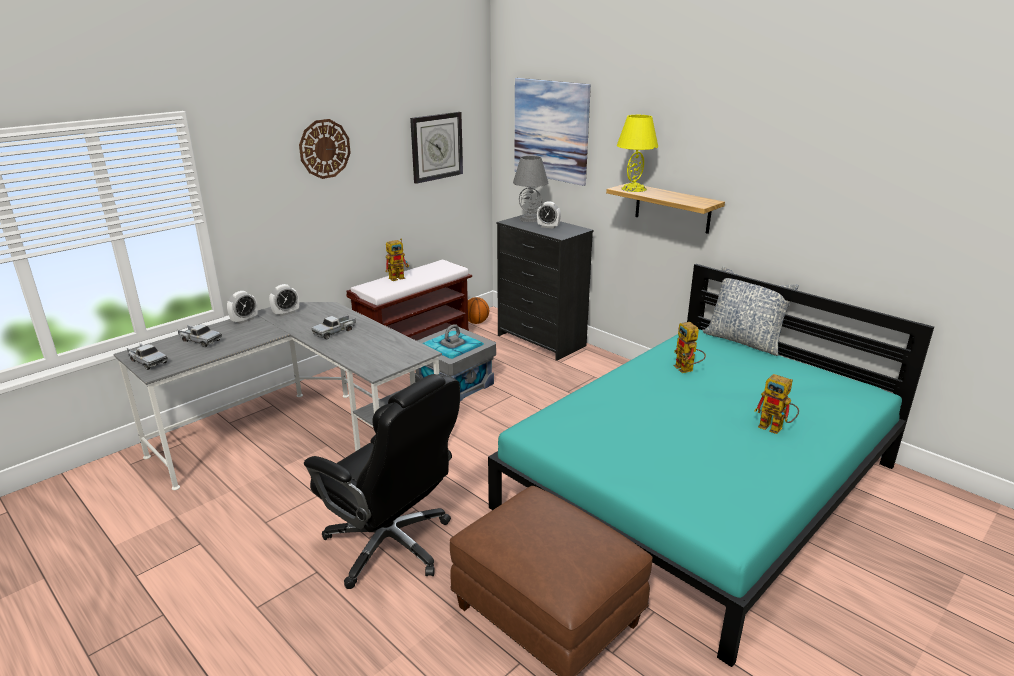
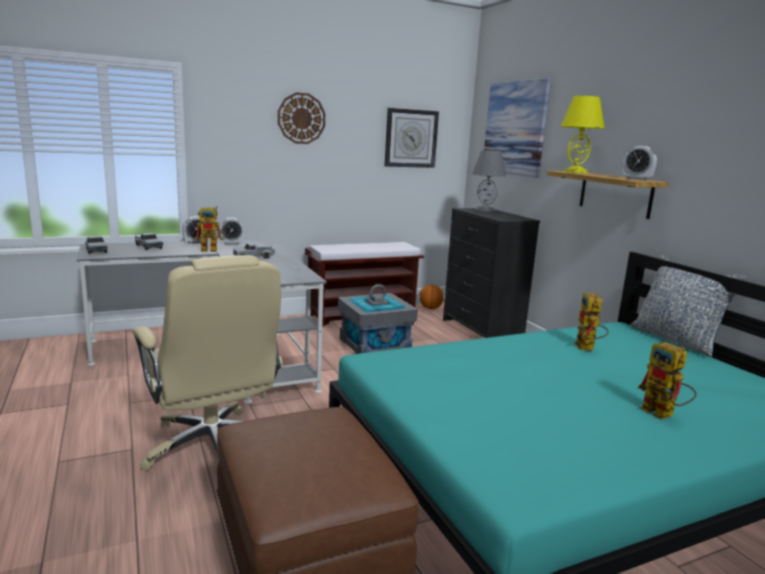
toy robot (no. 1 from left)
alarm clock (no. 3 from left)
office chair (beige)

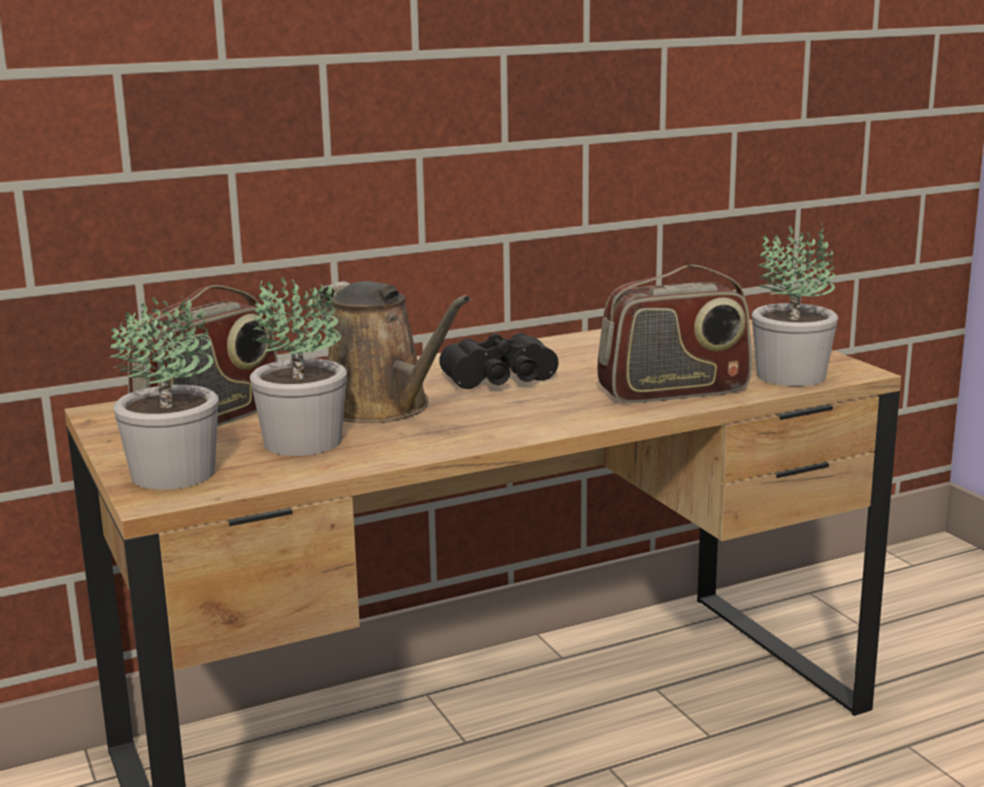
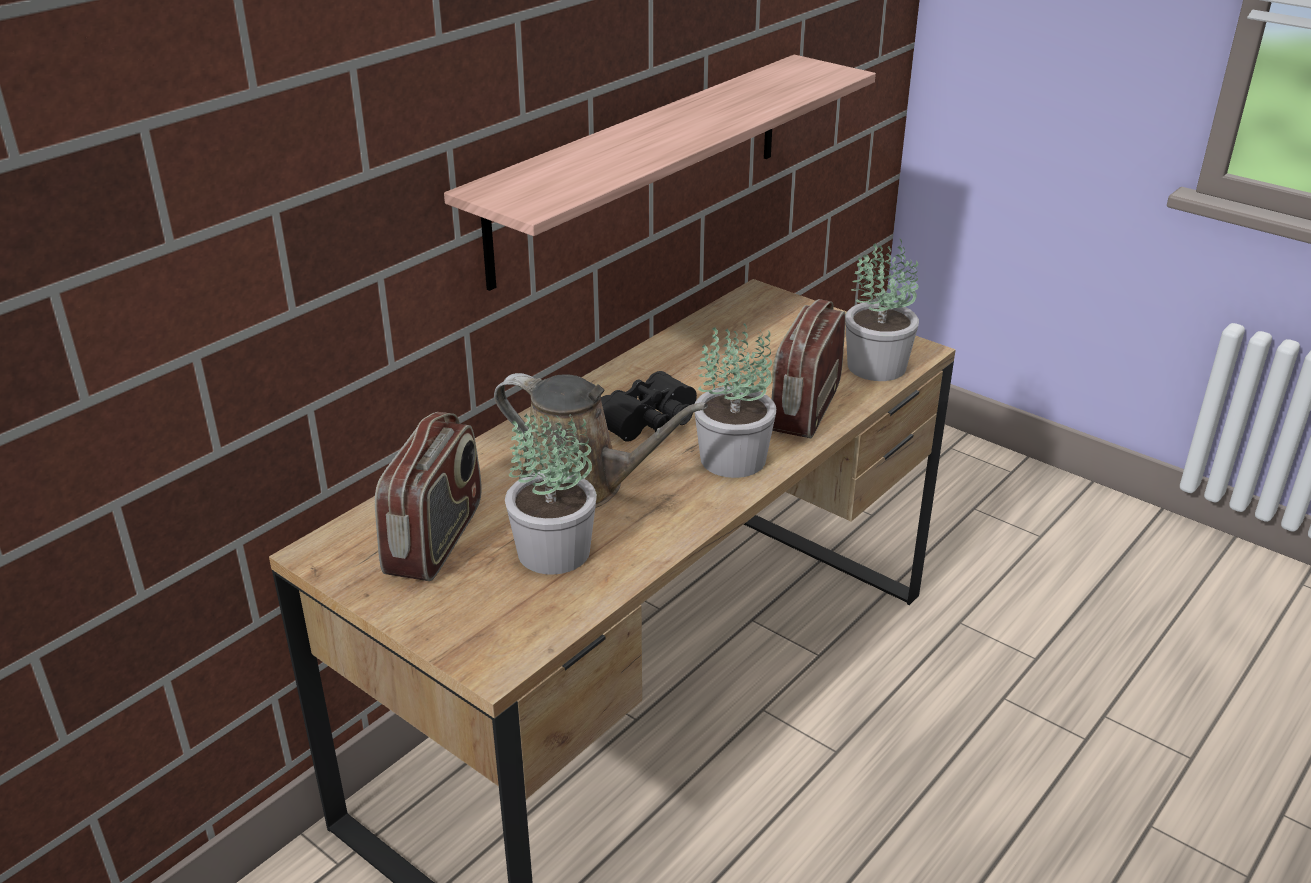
shelf
potted plant (no. 2 from left)
radio (no. 2 from left)

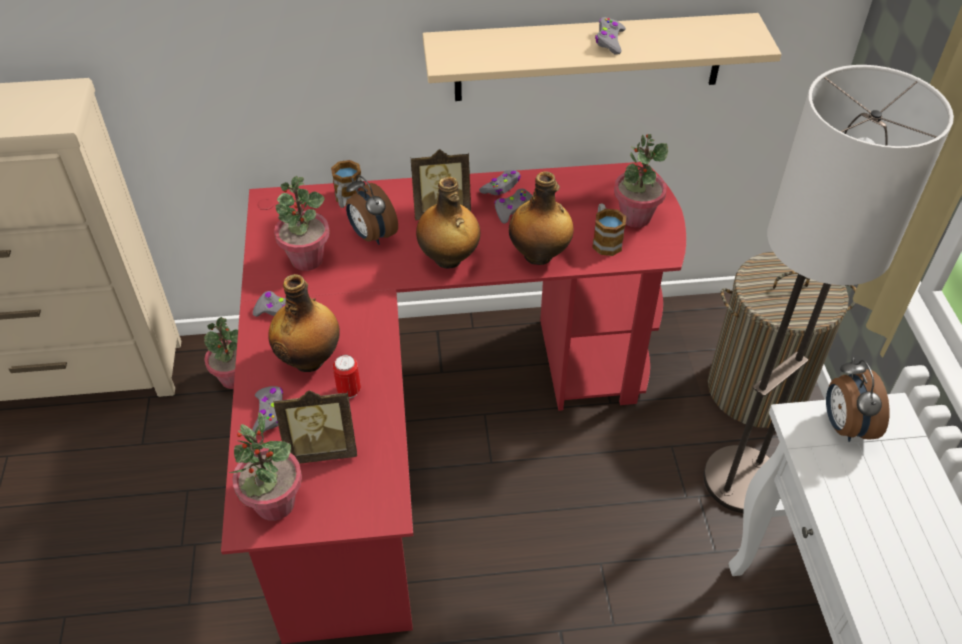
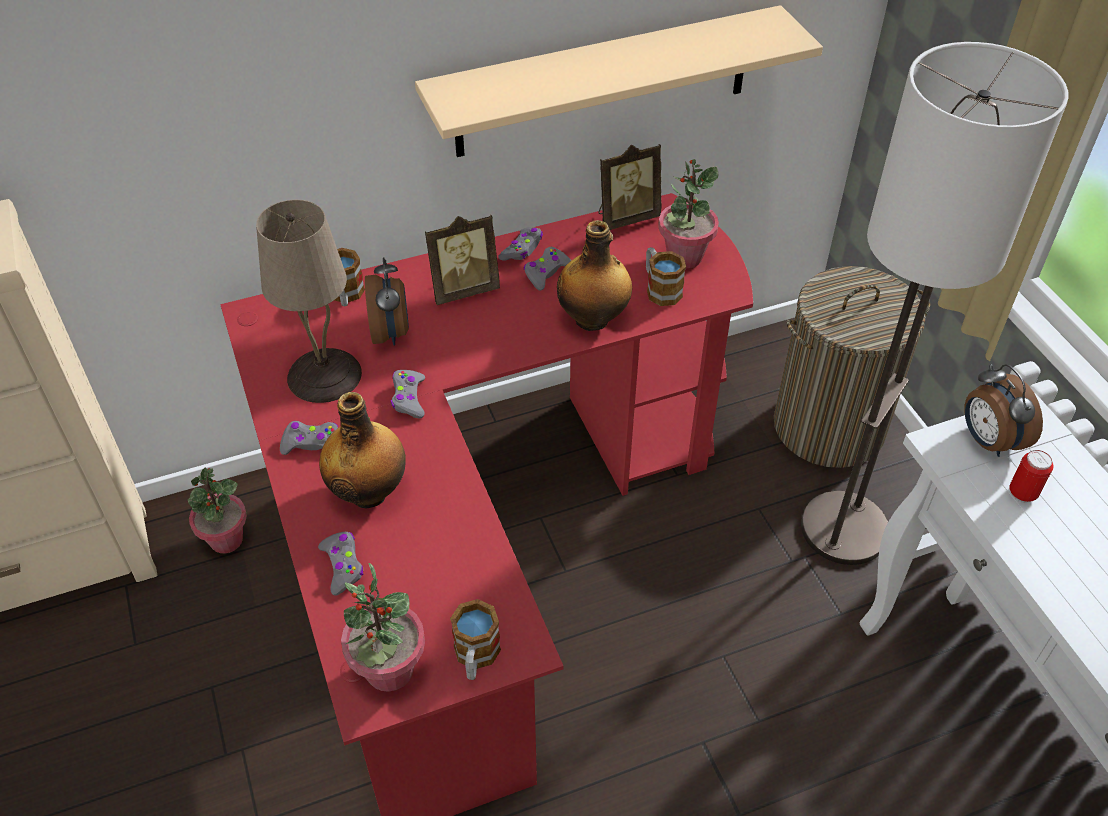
bottle (no. 2 from left in the first image)
mug (no. 2 from left)
picture frame (no. 2 from left)
can
game controller (grey) (no. 3 from left)
table lamp (beige)
alarm clock (no. 1 from left)

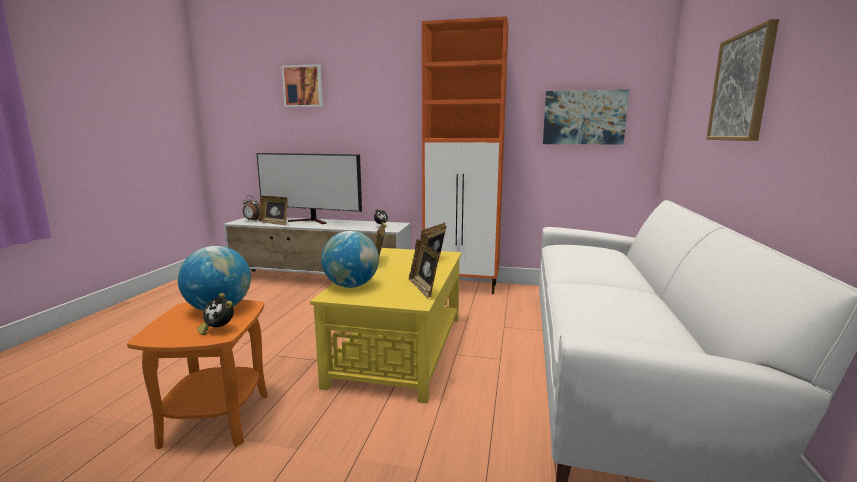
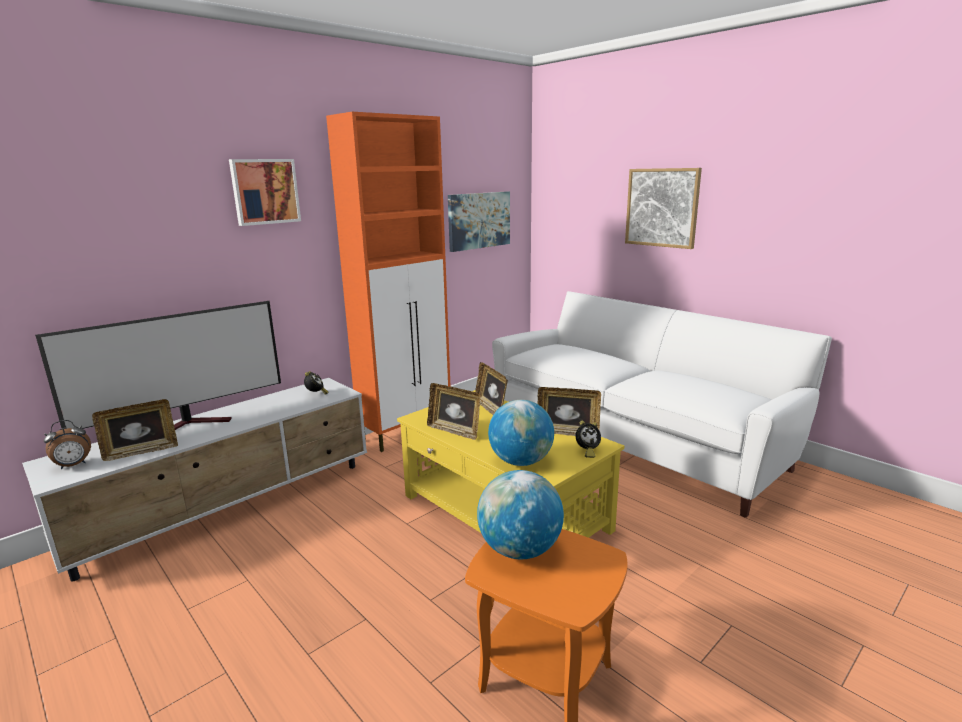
alarm clock (no. 3 from left)
picture (no. 1 from left)

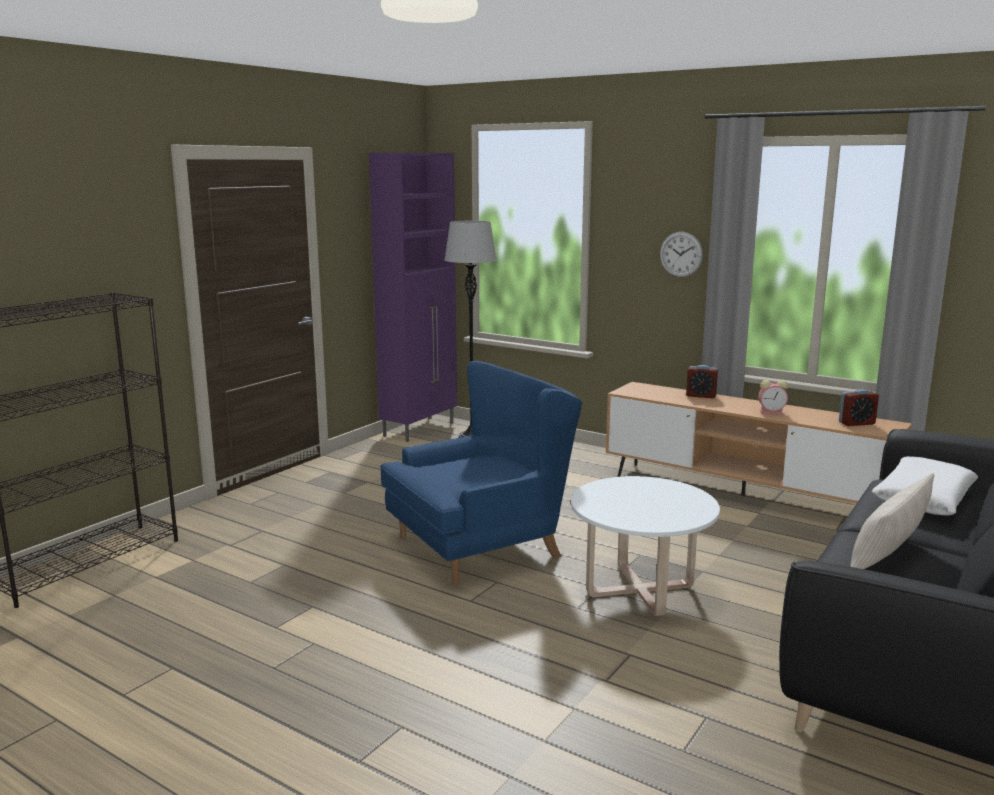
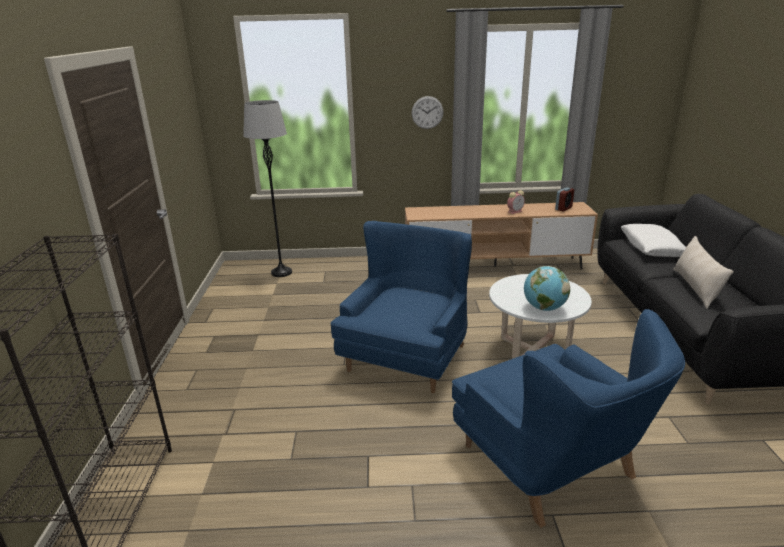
cabinet (purple)
alarm clock (no. 1 from left in the first image)
armchair (blue) (no. 2 from left)
globe

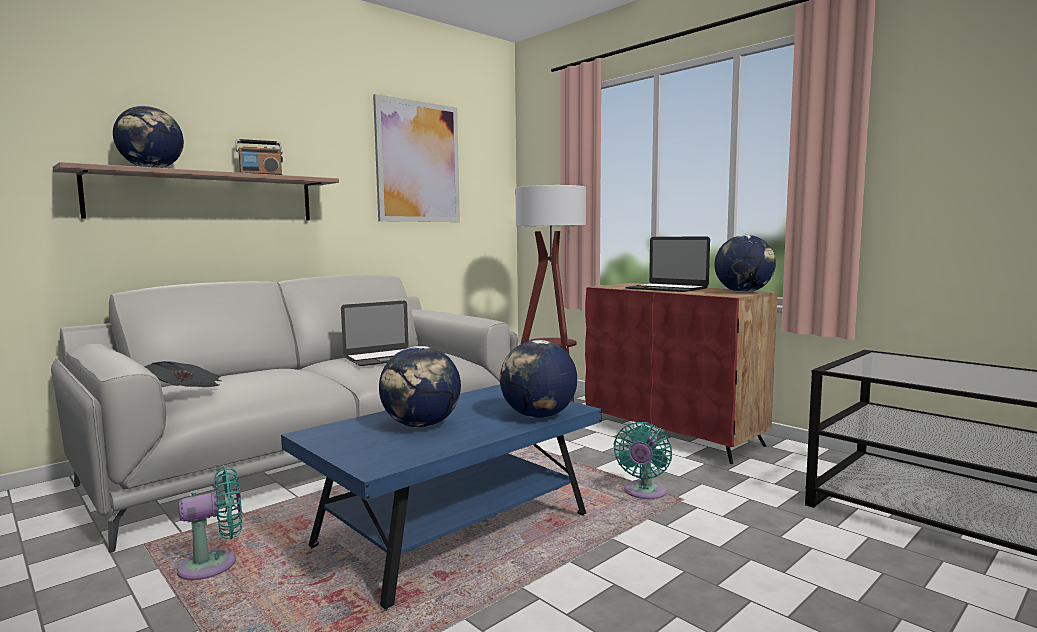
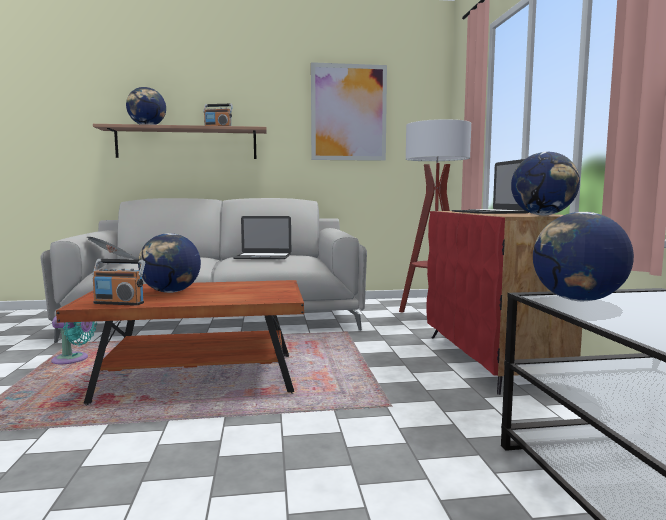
fan (turquoise) (no. 2 from left in the first image)
radio (no. 1 from left)
globe (no. 4 from left)
coffee table (brown)

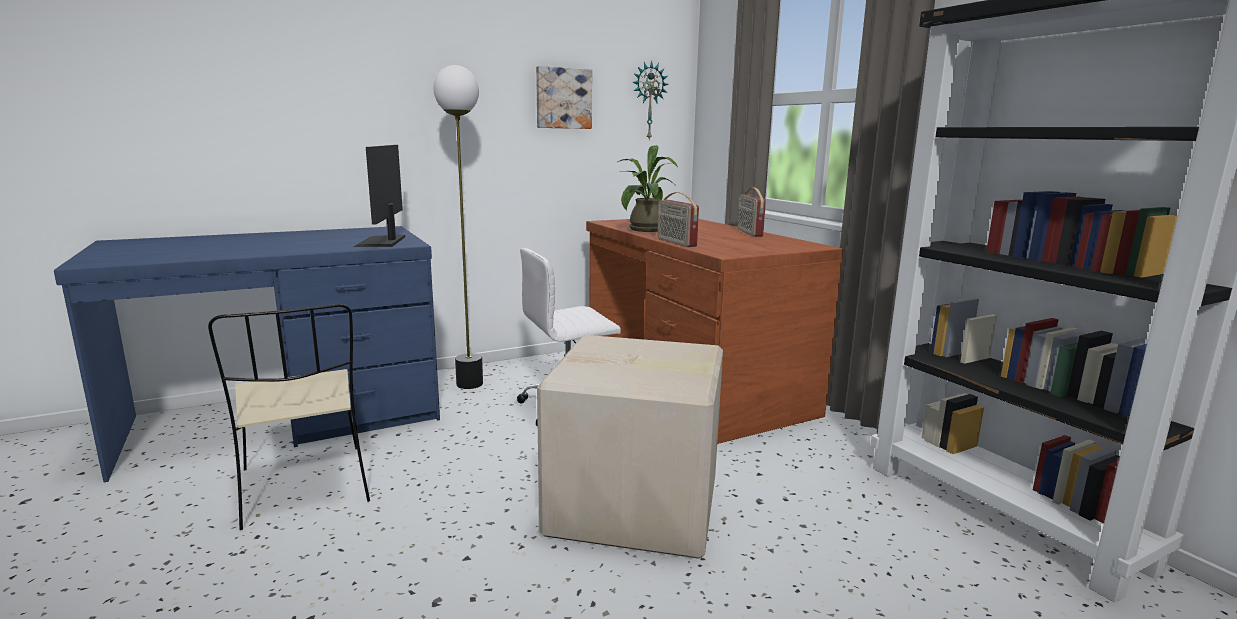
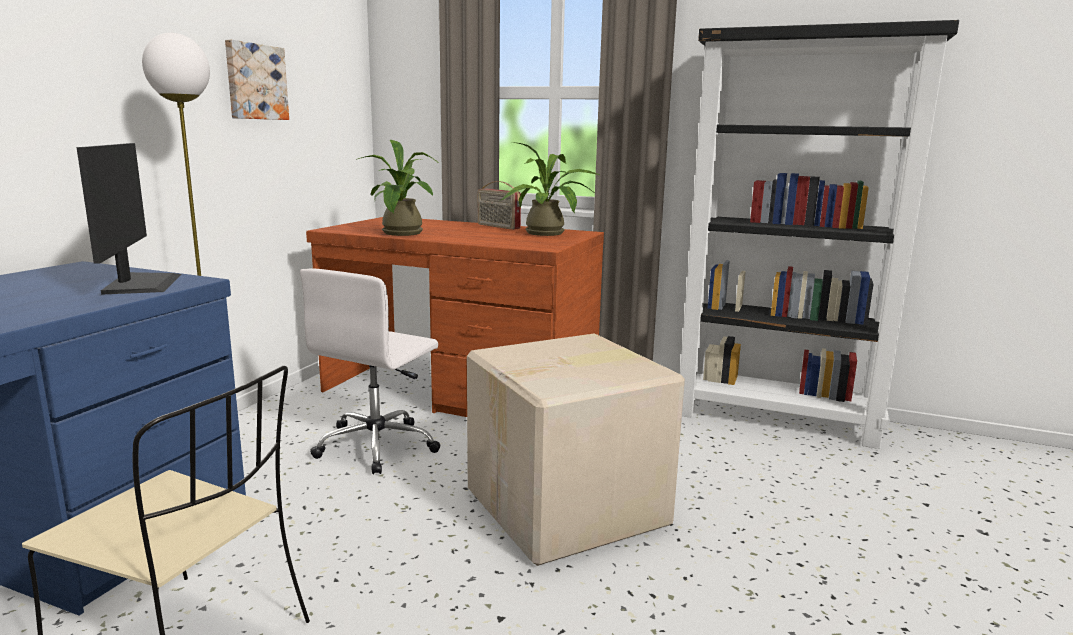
wall clock
radio (no. 1 from left in the first image)
potted plant (no. 2 from left)
monitor

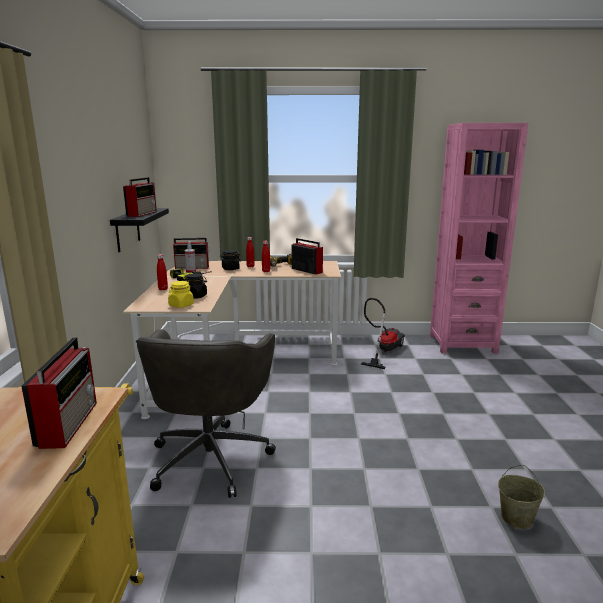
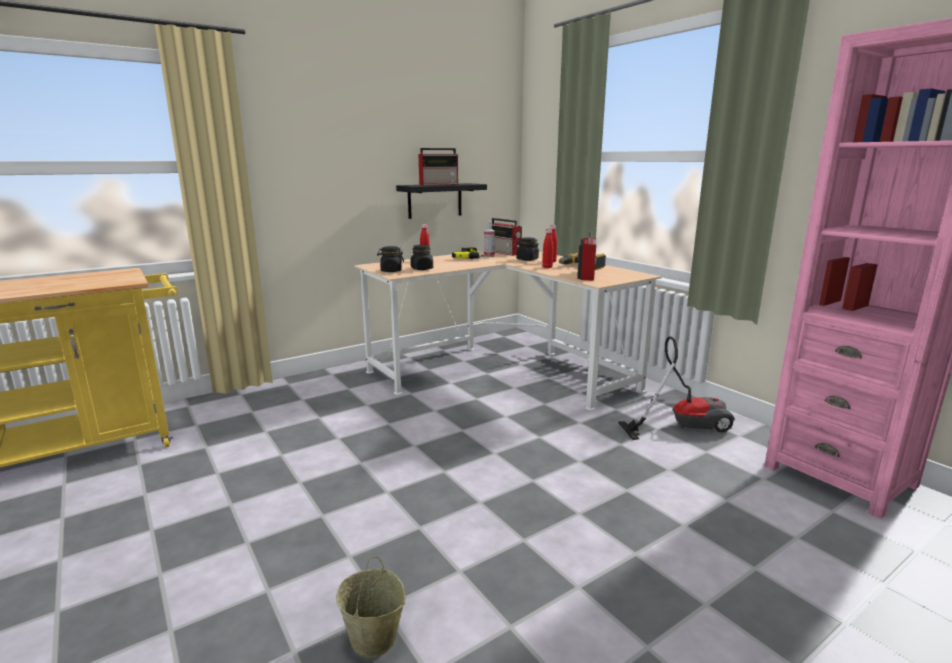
radio (no. 1 from left in the first image)
office chair (grey)
jar (black) (no. 1 from left)

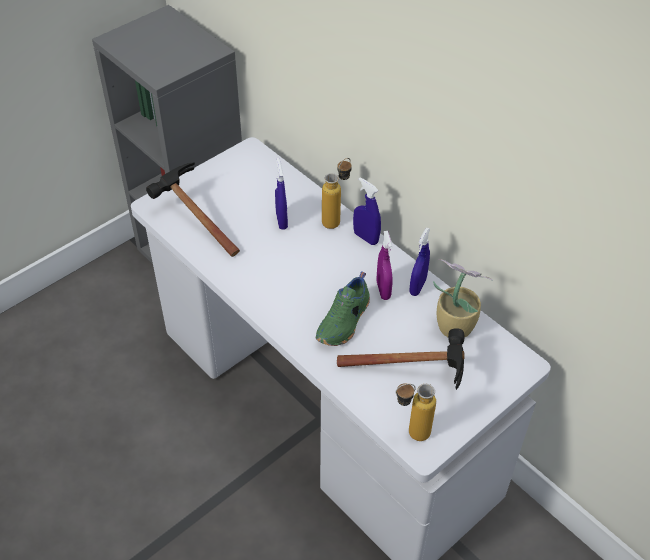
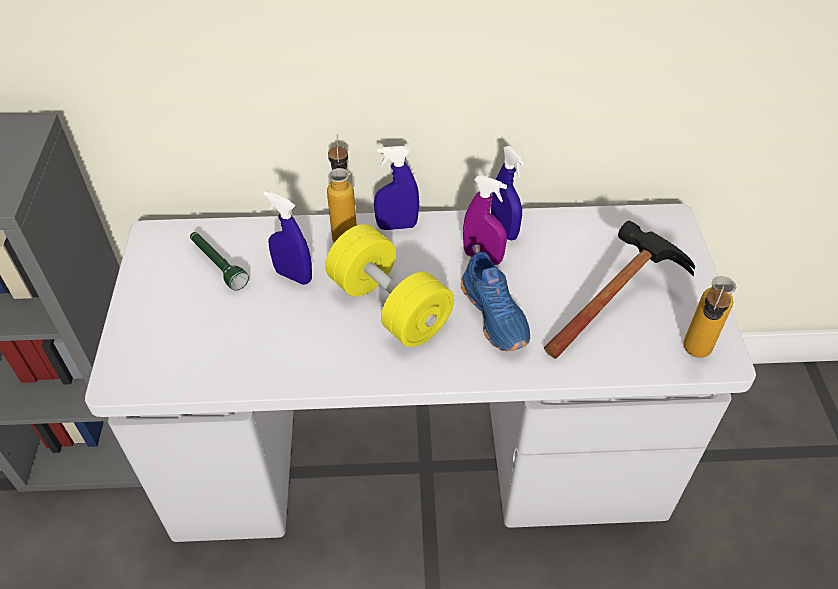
hammer (no. 1 from left in the first image)
potted plant
flashlight (green)
dumbbell (yellow)
shoe (blue)

